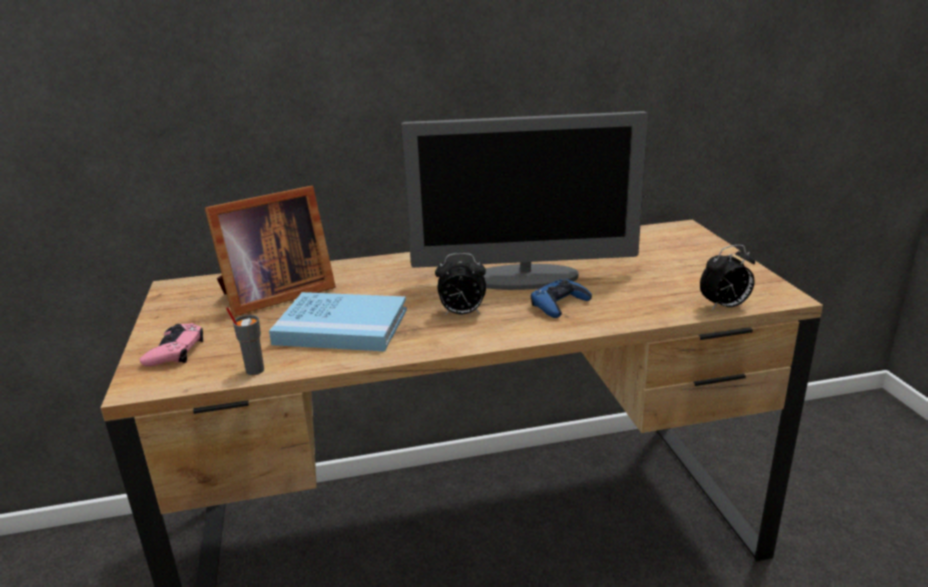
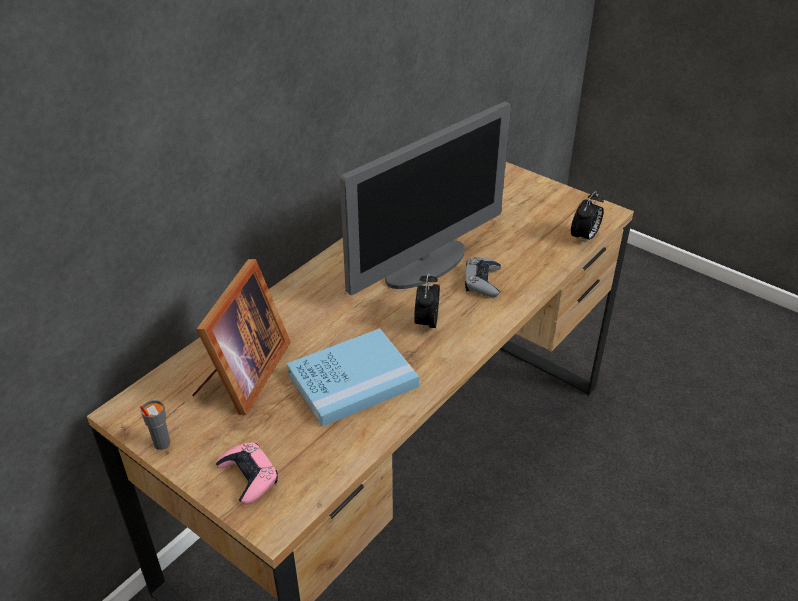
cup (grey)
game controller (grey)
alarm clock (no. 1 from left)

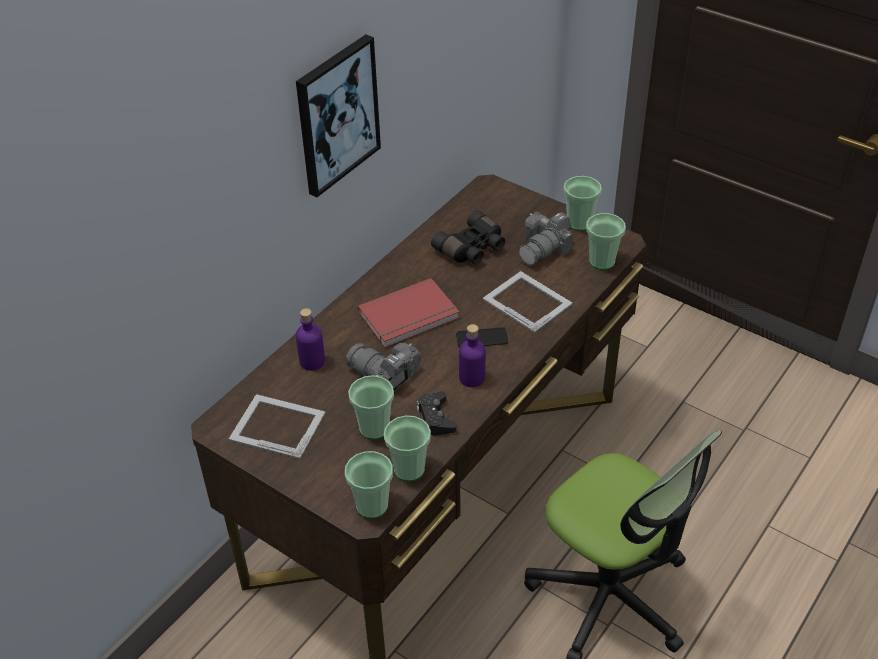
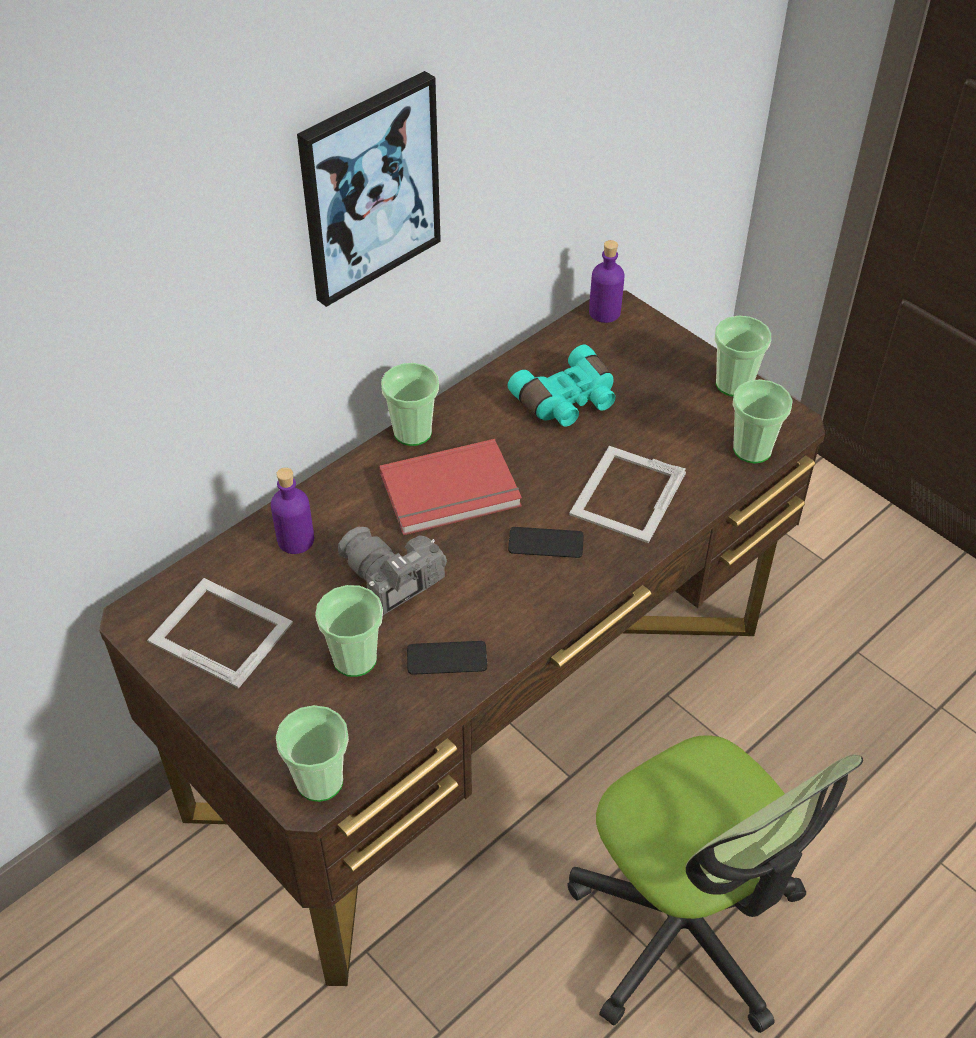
photo camera (no. 2 from left in the first image)
cup (no. 3 from left)
bottle (purple) (no. 2 from left)
phone (no. 1 from left)
binoculars (turquoise)
picture frame (no. 2 from left)

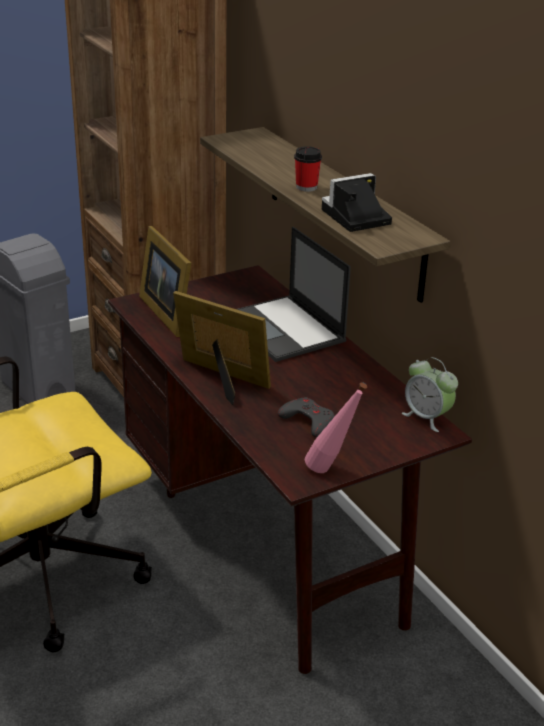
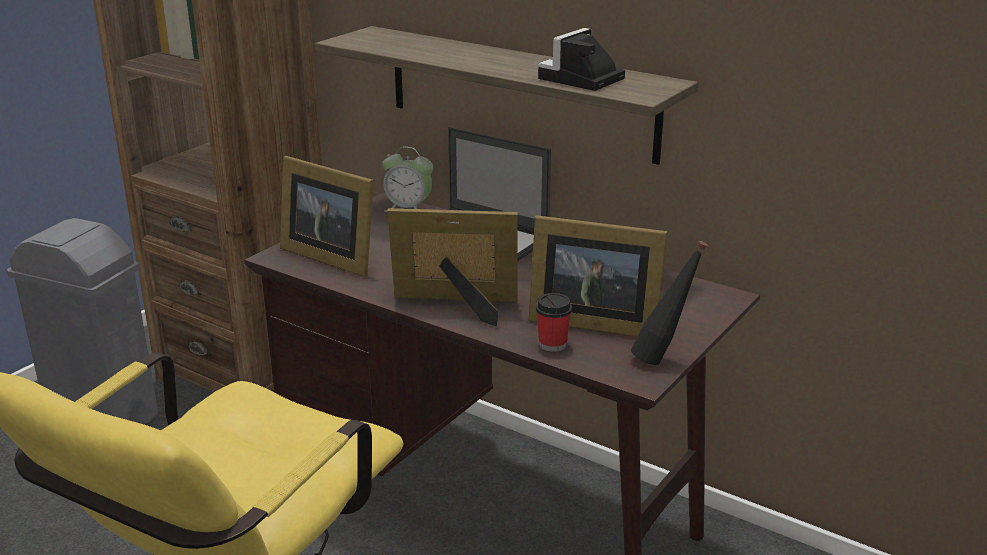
cup
alarm clock
picture frame (no. 3 from left)
bottle (black)

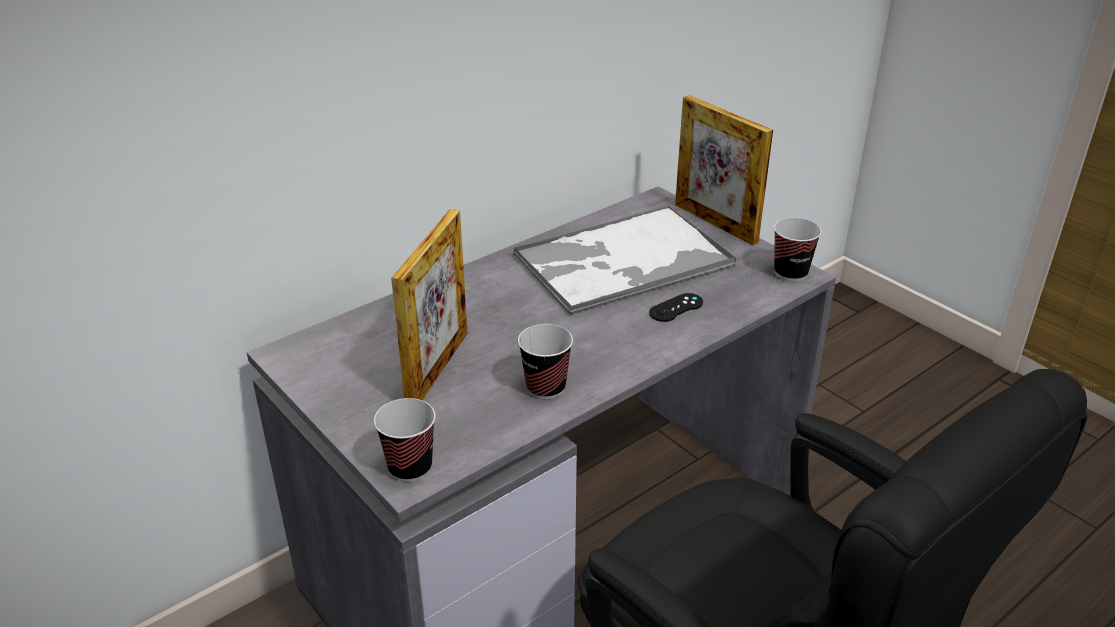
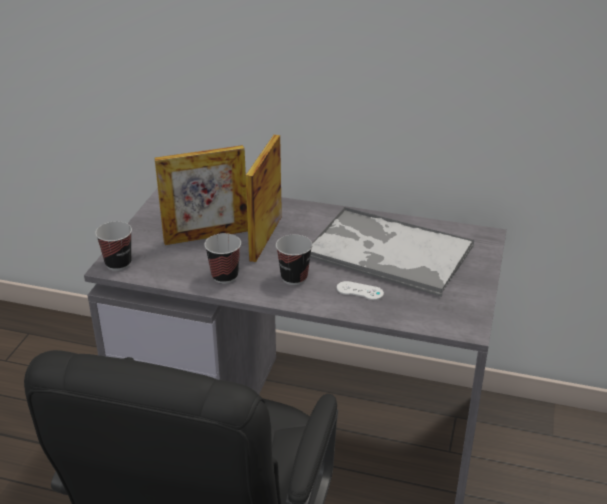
picture frame (no. 2 from left)
cup (no. 3 from left)
game controller (white)

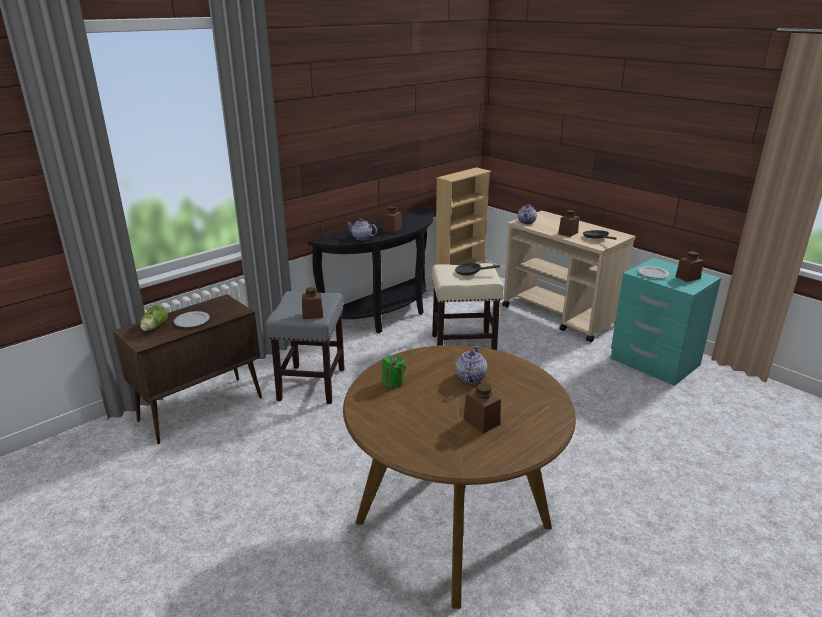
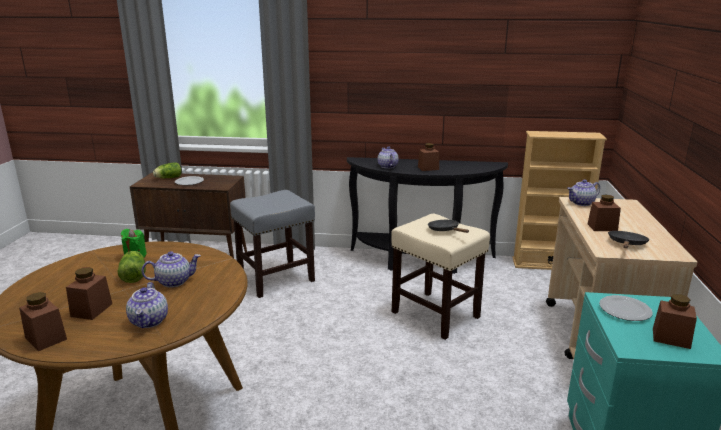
lettuce (no. 1 from left)
teapot (no. 1 from left)
jar (brown) (no. 1 from left)

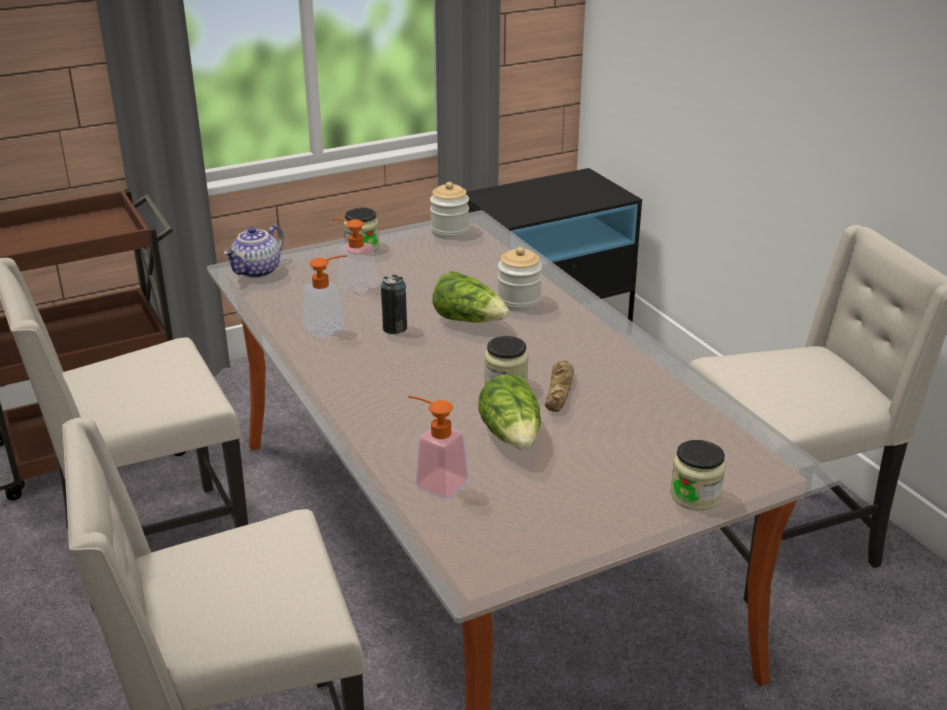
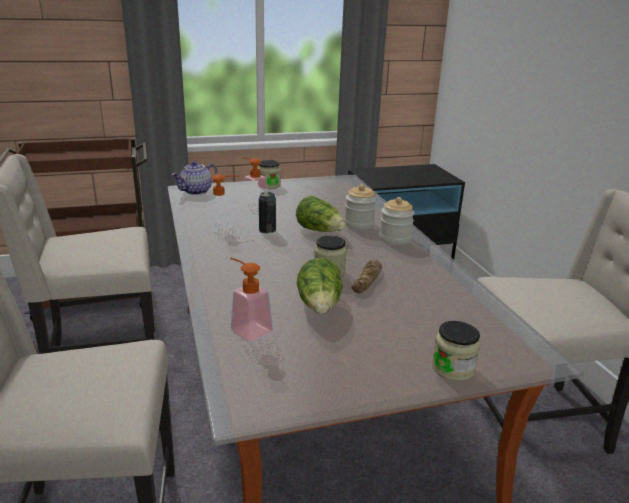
jar (no. 4 from left)

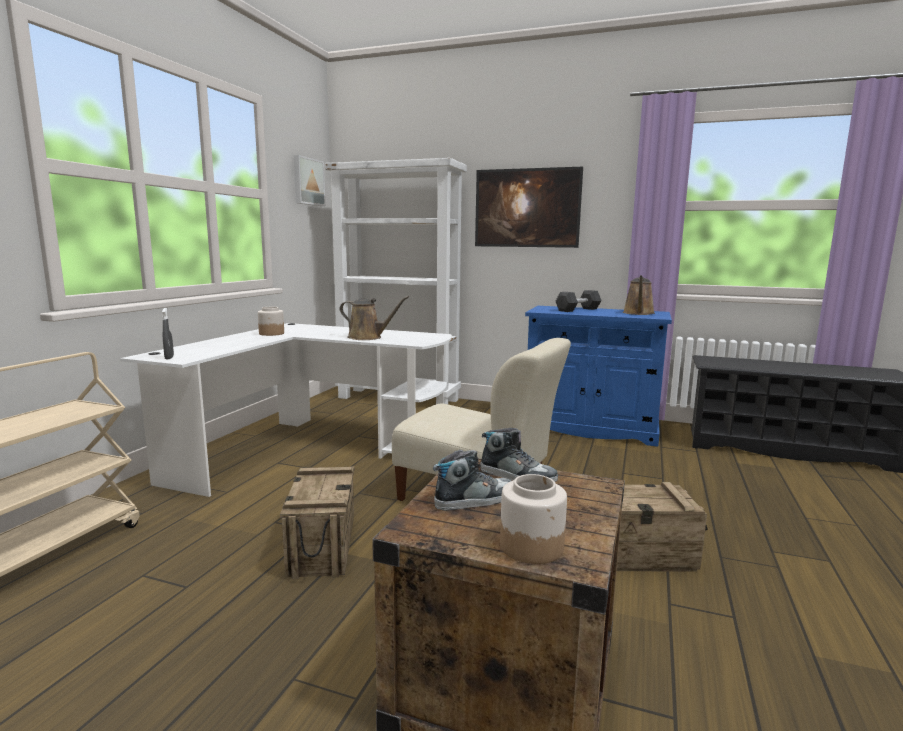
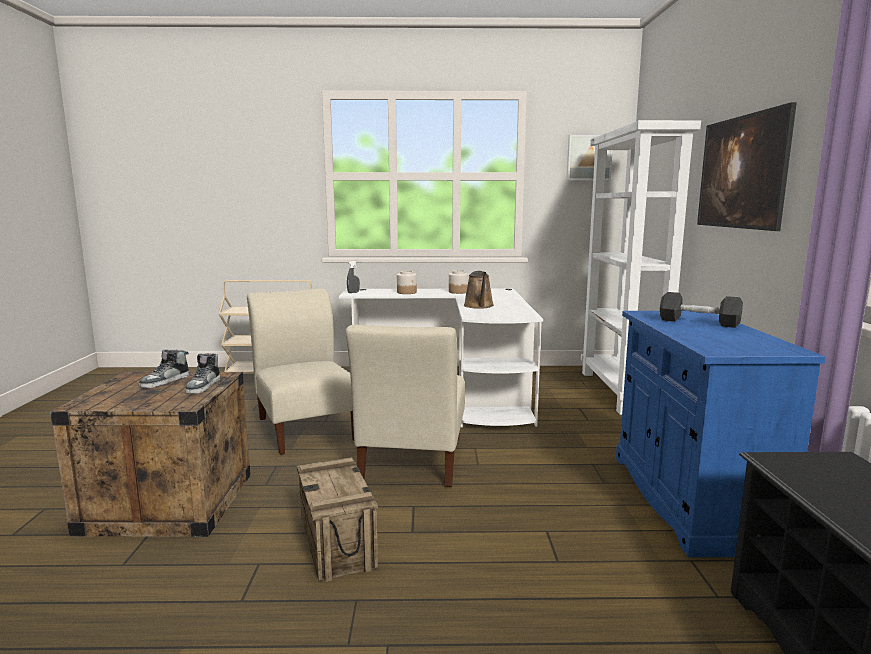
watering can (brown) (no. 2 from left in the first image)
jar (no. 1 from left)
chair (beige) (no. 1 from left)
shoe (no. 1 from left)

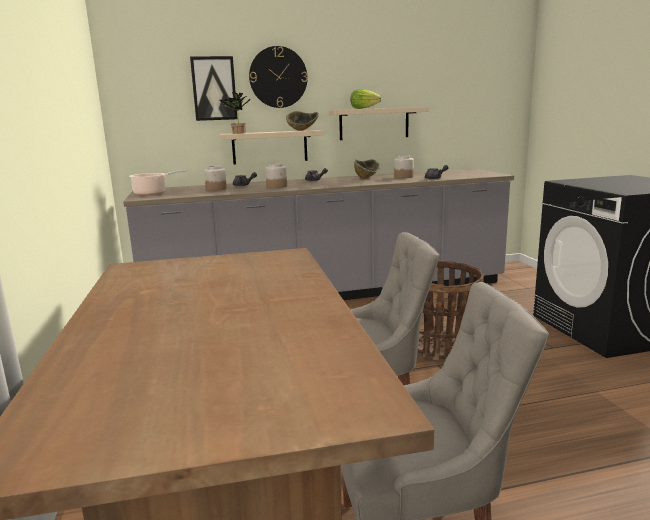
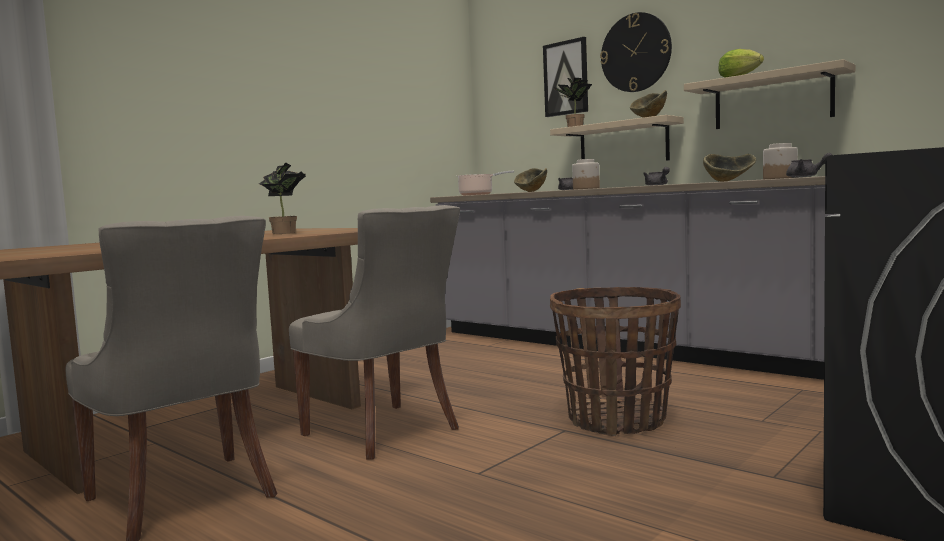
potted plant (no. 1 from left)
bowl (no. 1 from left)

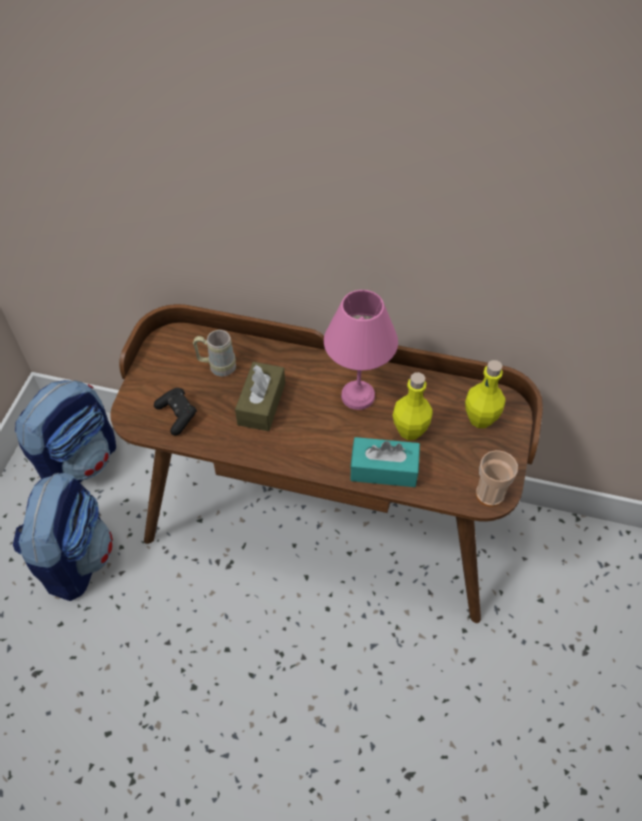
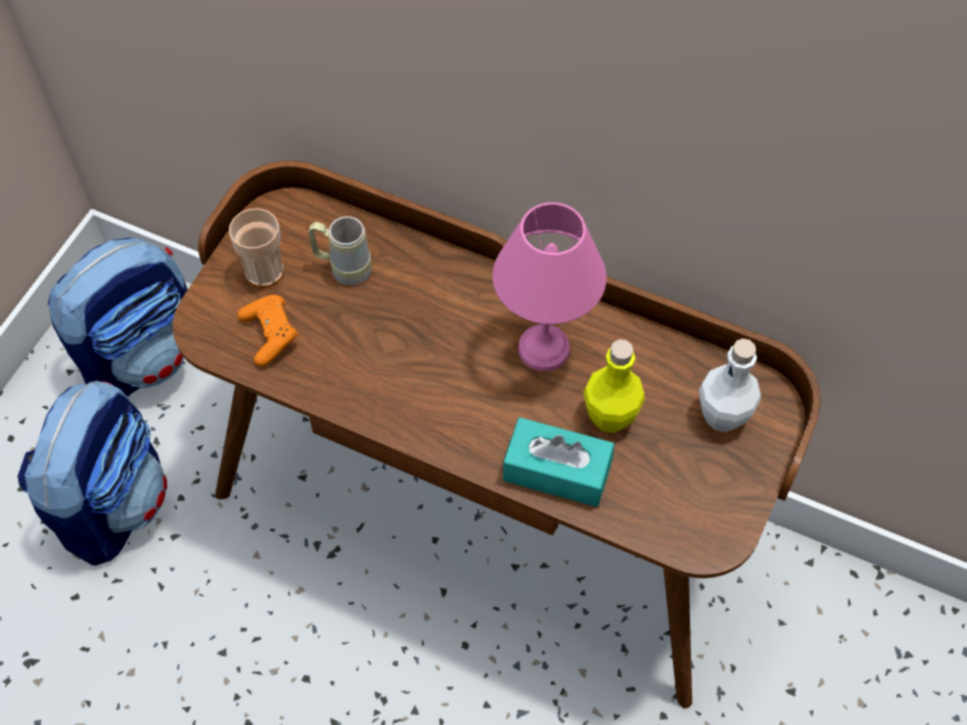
tissue box (brown)
cup
game controller (orange)
bottle (white)

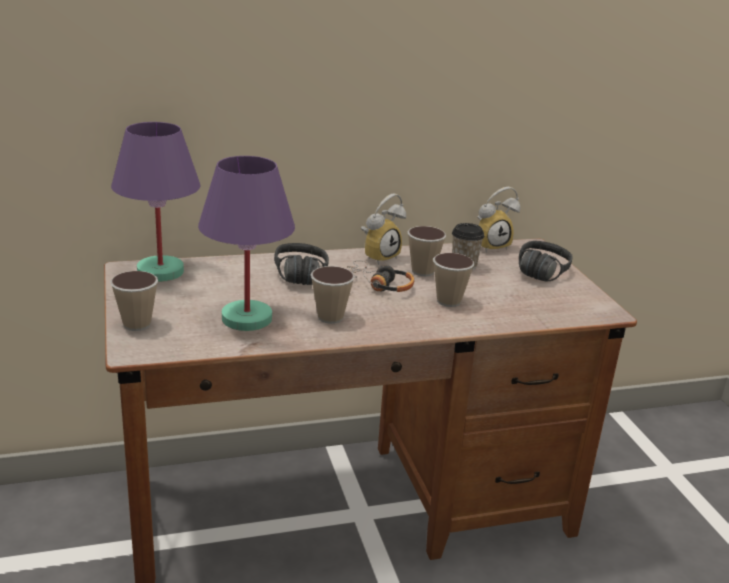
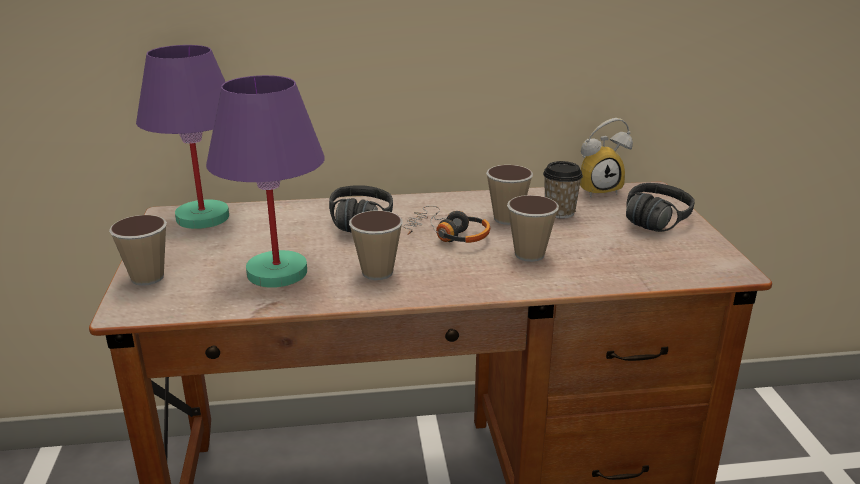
alarm clock (no. 1 from left in the first image)

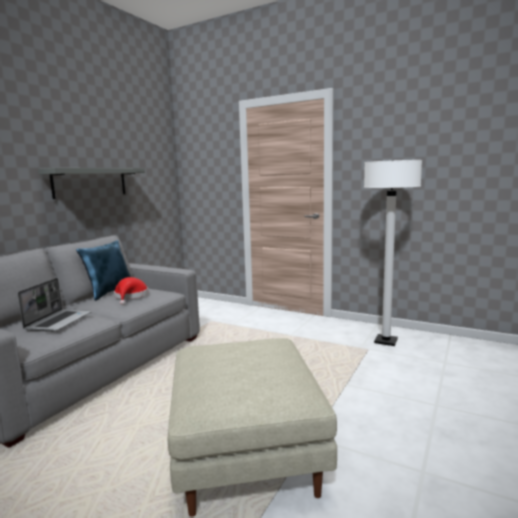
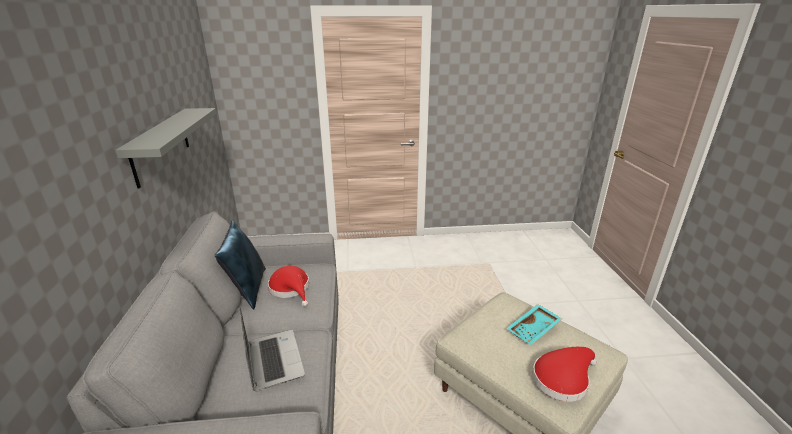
floor lamp (white)
tray (turquoise)
hat (red) (no. 2 from left)

